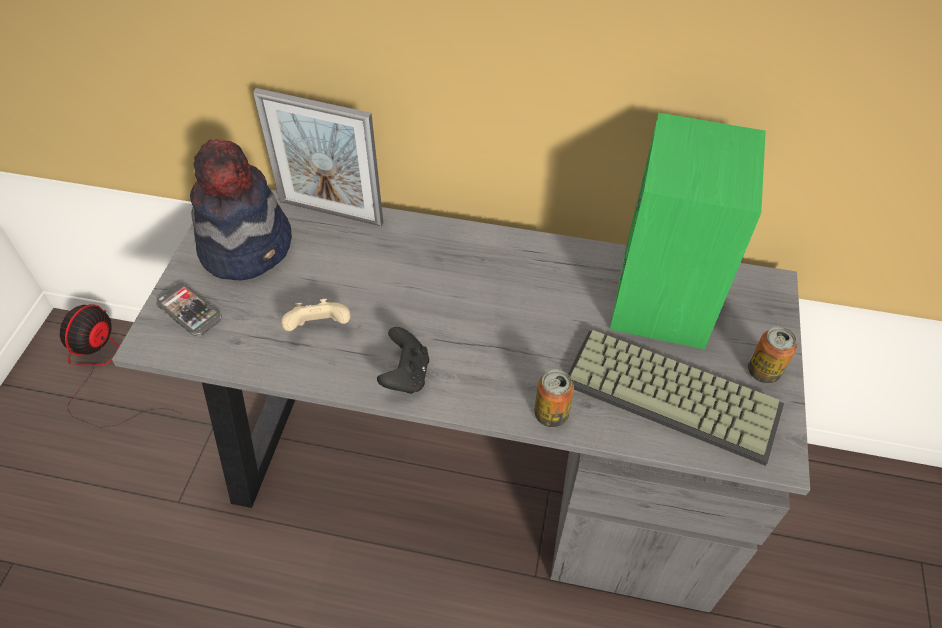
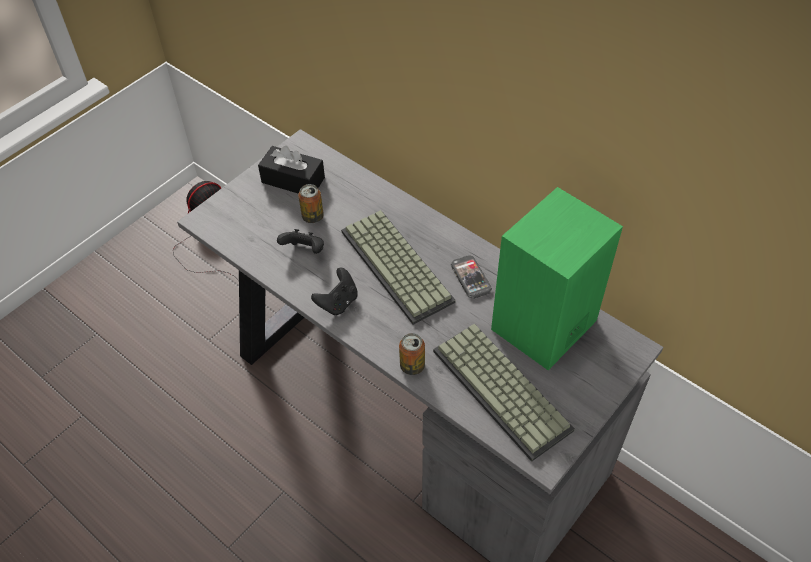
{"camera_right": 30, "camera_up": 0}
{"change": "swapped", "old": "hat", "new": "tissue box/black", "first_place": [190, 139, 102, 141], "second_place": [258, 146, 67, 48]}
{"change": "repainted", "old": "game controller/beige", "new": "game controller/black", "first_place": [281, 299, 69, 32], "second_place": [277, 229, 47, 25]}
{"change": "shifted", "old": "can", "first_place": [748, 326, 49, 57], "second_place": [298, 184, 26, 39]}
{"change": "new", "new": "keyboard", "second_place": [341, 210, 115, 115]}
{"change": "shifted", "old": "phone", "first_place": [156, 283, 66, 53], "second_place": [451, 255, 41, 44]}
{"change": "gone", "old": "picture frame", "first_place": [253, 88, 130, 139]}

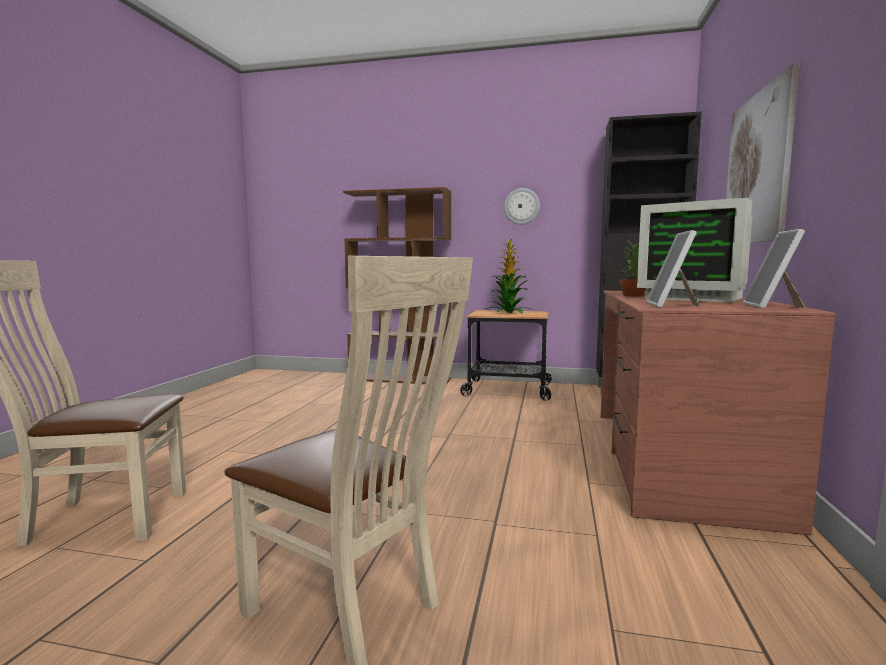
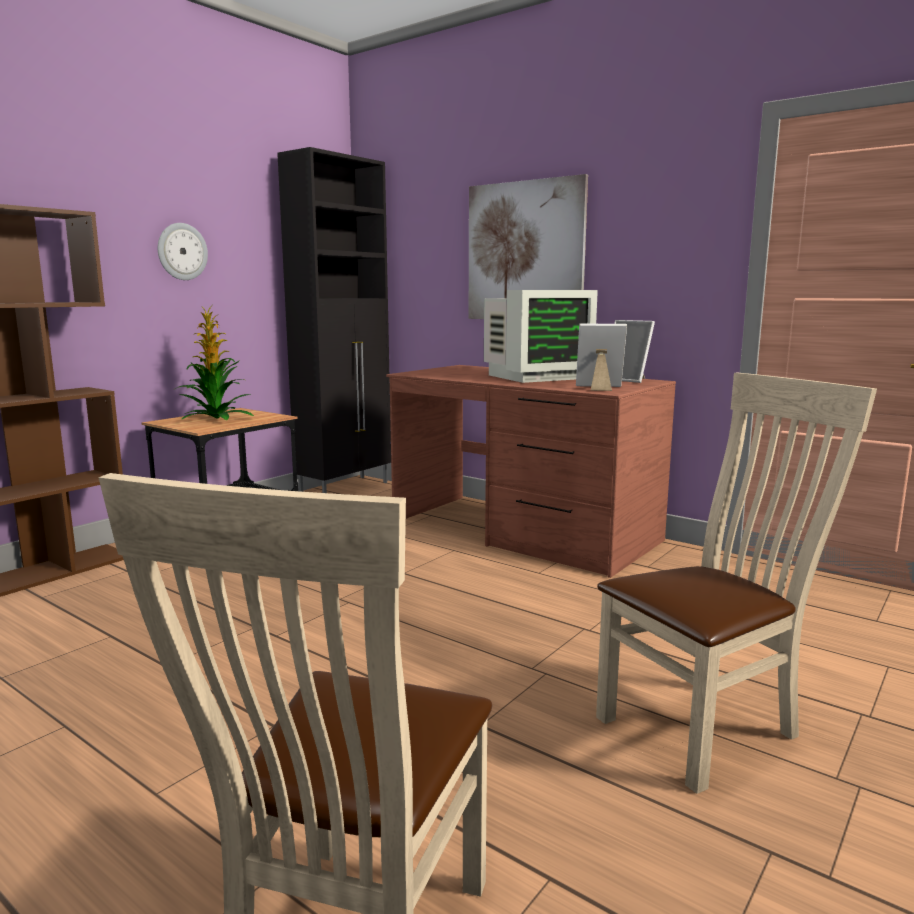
{"camera_right": -65, "camera_up": 5}
{"change": "rotated", "old": "picture frame", "first_place": [646, 230, 54, 78], "second_place": [576, 324, 51, 67], "degrees": 150}
{"change": "gone", "old": "potted plant", "first_place": [620, 240, 26, 57]}

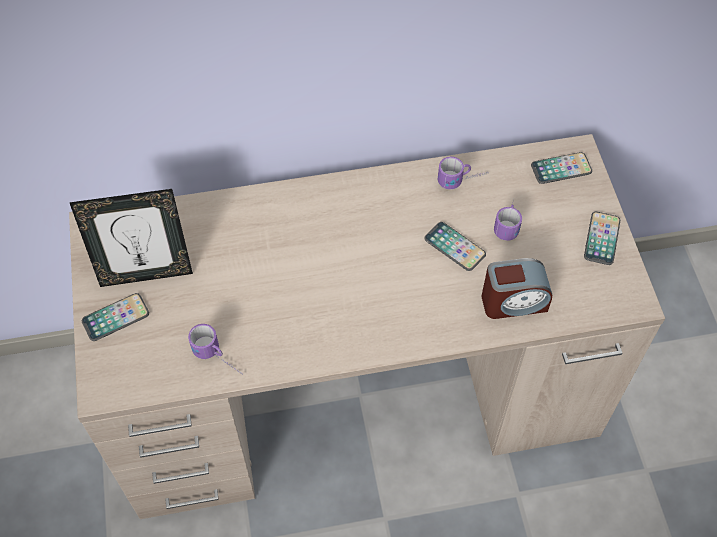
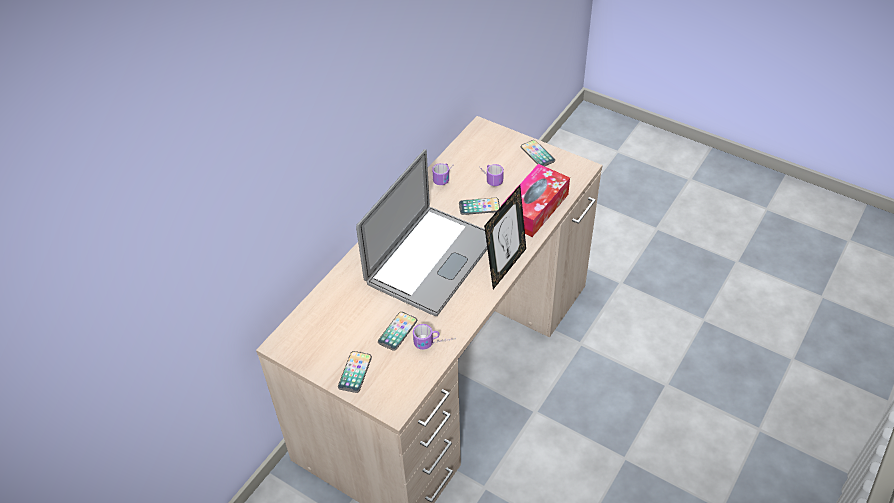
{"camera_right": -45, "camera_up": -10}
{"change": "new", "new": "laptop", "second_place": [356, 149, 131, 167]}
{"change": "shifted", "old": "phone", "first_place": [531, 152, 61, 32], "second_place": [378, 312, 39, 39]}
{"change": "shifted", "old": "picture frame", "first_place": [69, 189, 124, 98], "second_place": [484, 185, 42, 104]}
{"change": "swapped", "old": "alarm clock", "new": "tissue box", "first_place": [482, 258, 70, 61], "second_place": [501, 164, 69, 73]}

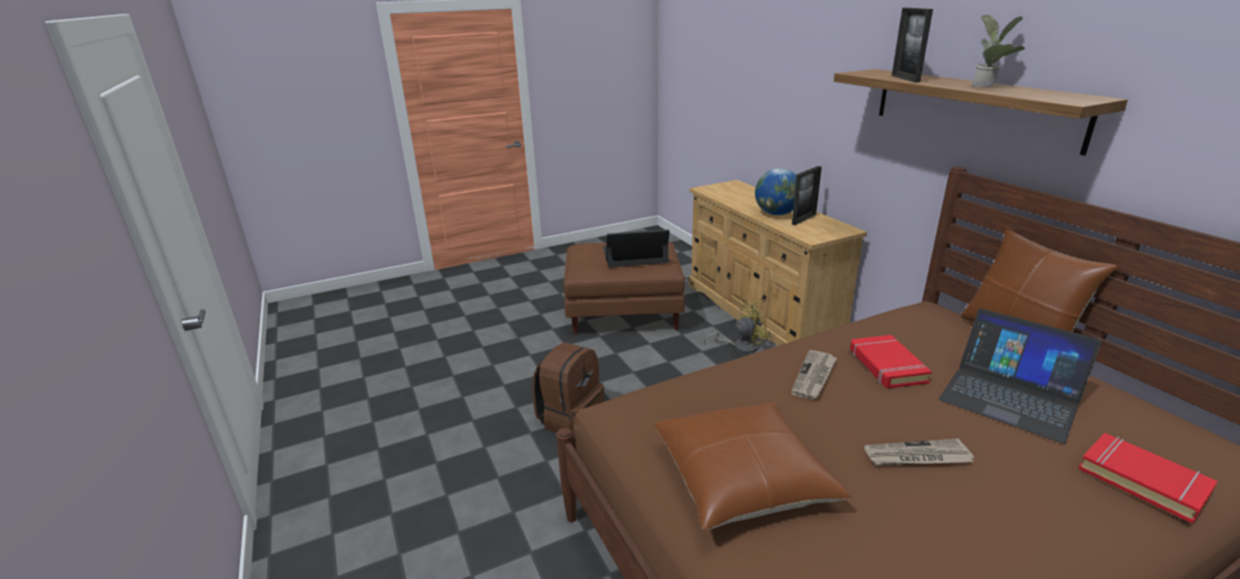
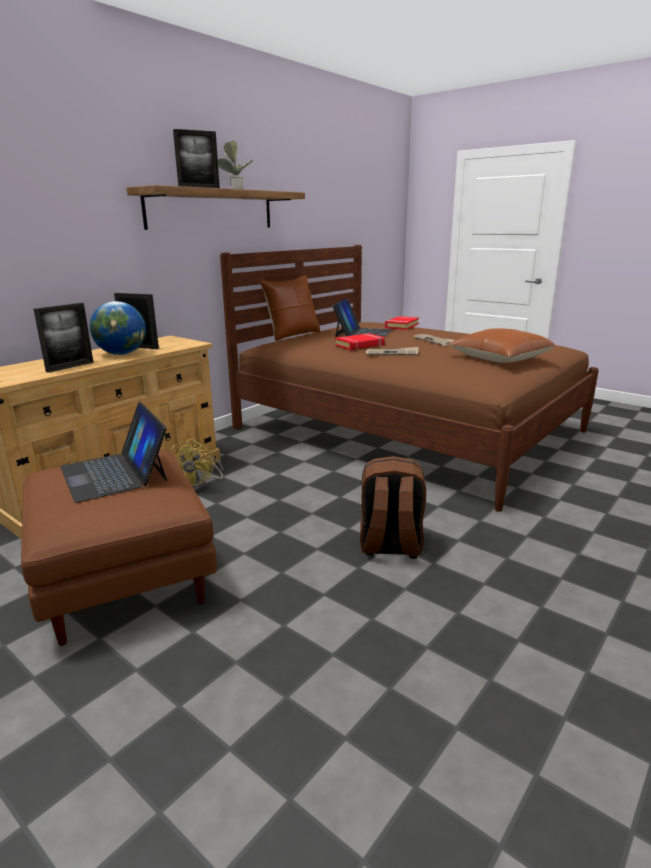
{"camera_right": -115, "camera_up": -5}
{"change": "new", "new": "picture frame", "second_place": [34, 303, 60, 70]}
{"change": "rotated", "old": "fan/yellow", "first_place": [704, 302, 66, 52], "second_place": [170, 439, 53, 54], "degrees": -135}

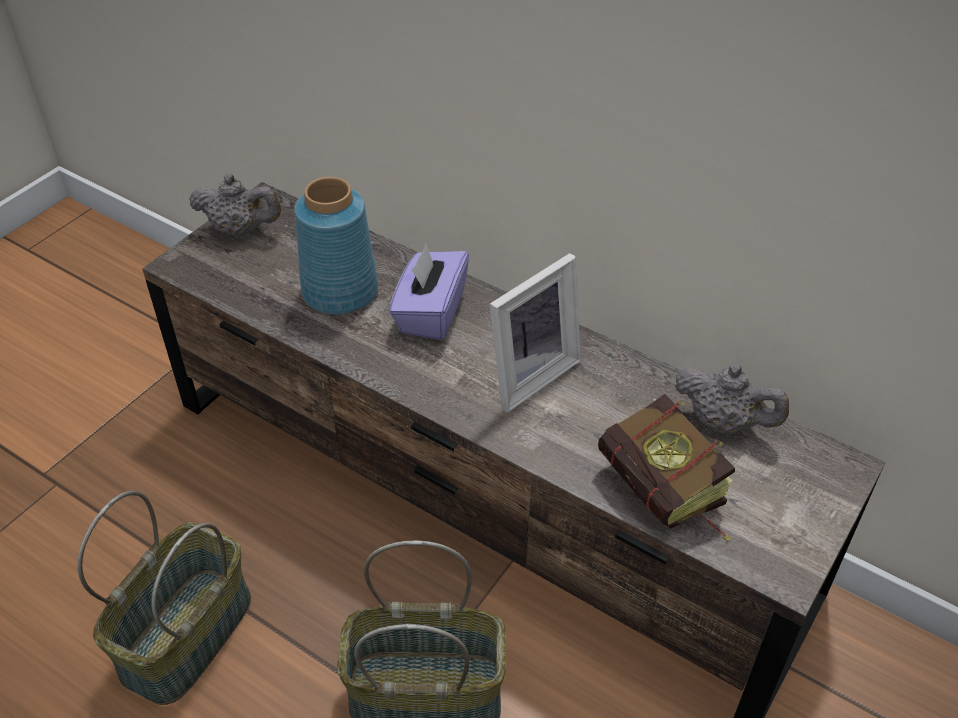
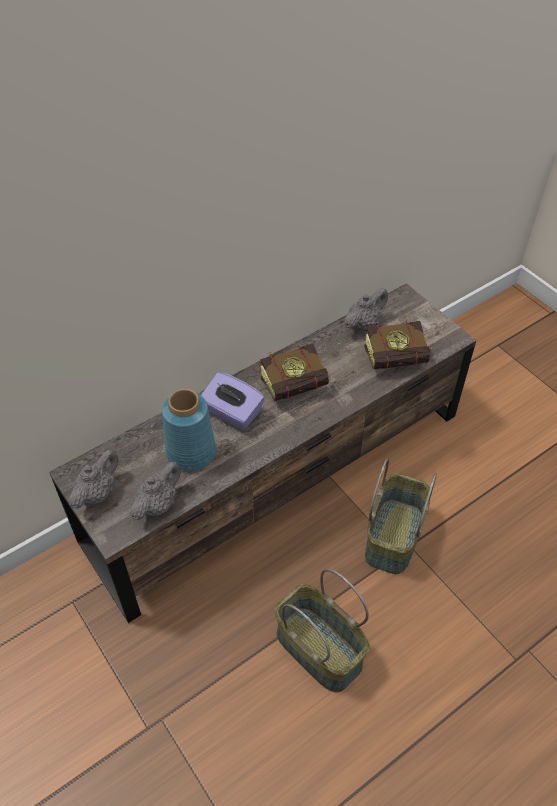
{"camera_right": -70, "camera_up": 5}
{"change": "new", "new": "teapot/grey", "second_place": [130, 462, 51, 58]}
{"change": "swapped", "old": "picture frame", "new": "book", "first_place": [490, 253, 91, 159], "second_place": [260, 343, 69, 58]}

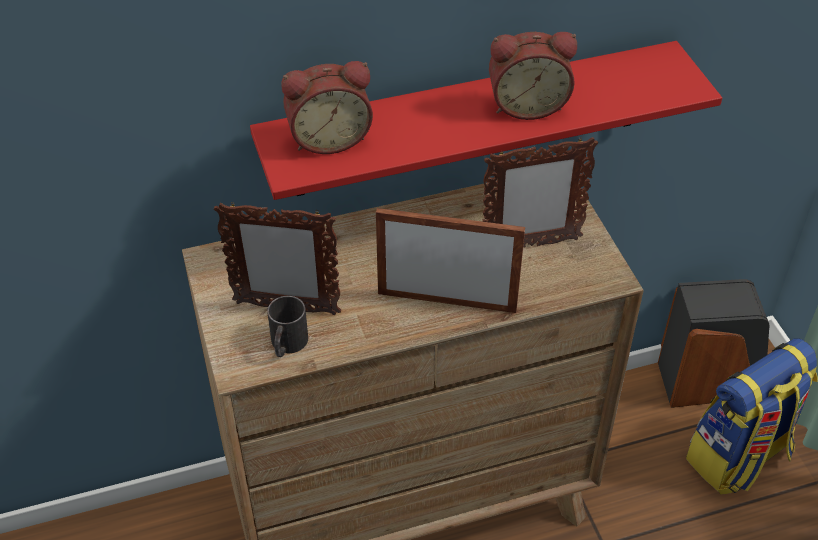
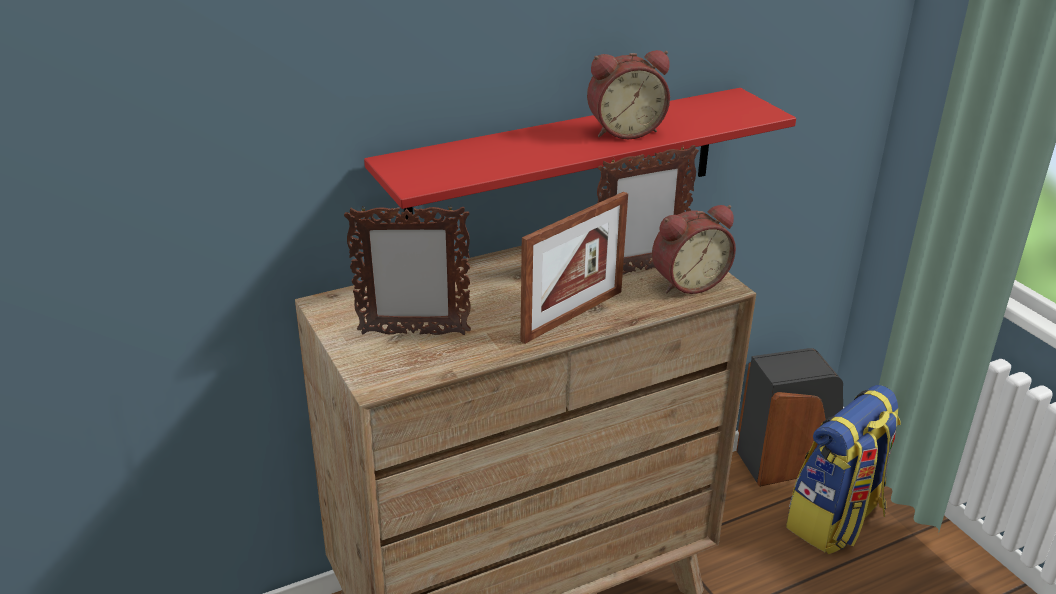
{"camera_right": -10, "camera_up": -15}
{"change": "rotated", "old": "picture frame", "first_place": [376, 208, 149, 105], "second_place": [520, 192, 108, 152], "degrees": 135}
{"change": "shifted", "old": "alarm clock", "first_place": [281, 61, 92, 93], "second_place": [652, 205, 84, 89]}
{"change": "gone", "old": "mug/black", "first_place": [267, 296, 41, 61]}

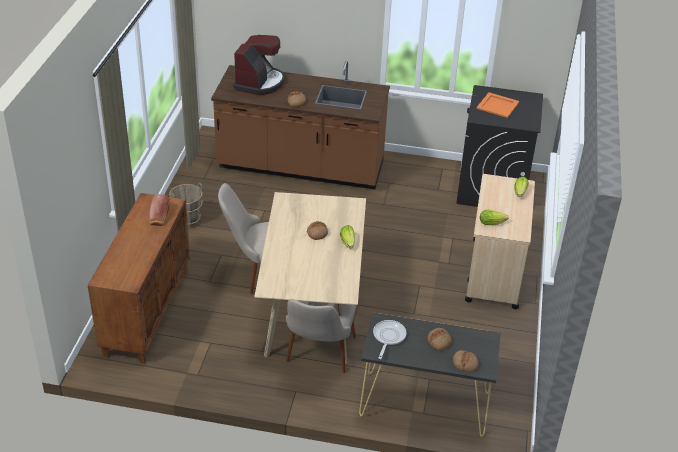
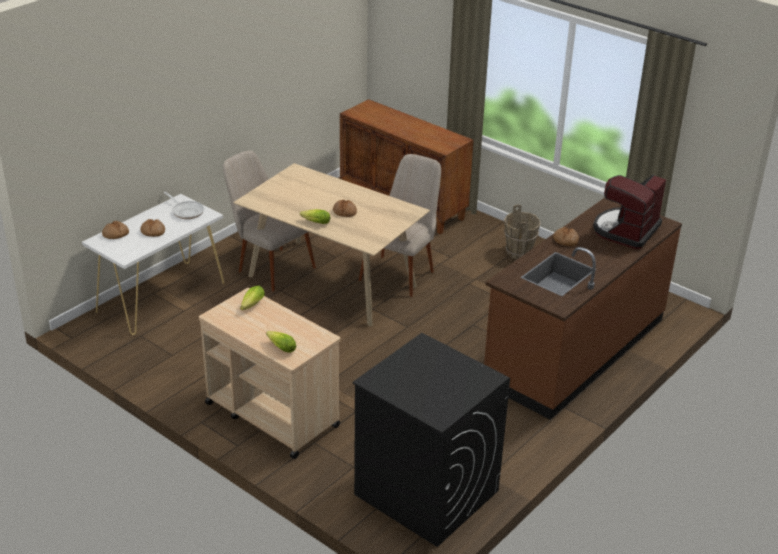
{"camera_right": 120, "camera_up": -5}
{"change": "repainted", "old": "console table/black", "new": "console table/white", "first_place": [359, 313, 142, 124], "second_place": [82, 194, 142, 141]}
{"change": "rotated", "old": "coffee machine", "first_place": [233, 35, 52, 60], "second_place": [593, 175, 73, 74], "degrees": 75}
{"change": "gone", "old": "bread", "first_place": [149, 194, 21, 32]}
{"change": "gone", "old": "tray/orange", "first_place": [476, 92, 43, 26]}

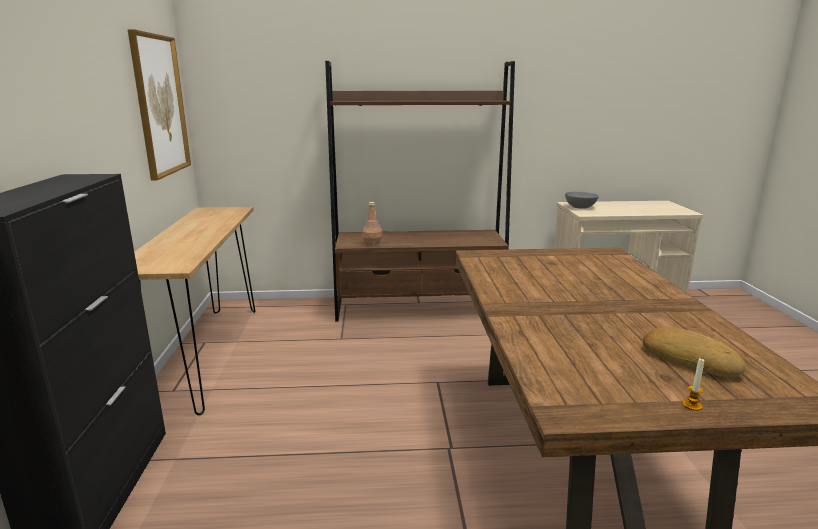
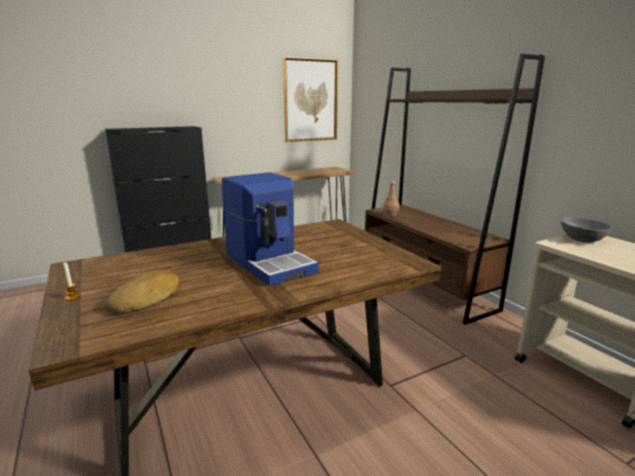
{"camera_right": 65, "camera_up": 0}
{"change": "new", "new": "coffee machine", "second_place": [222, 172, 97, 114]}

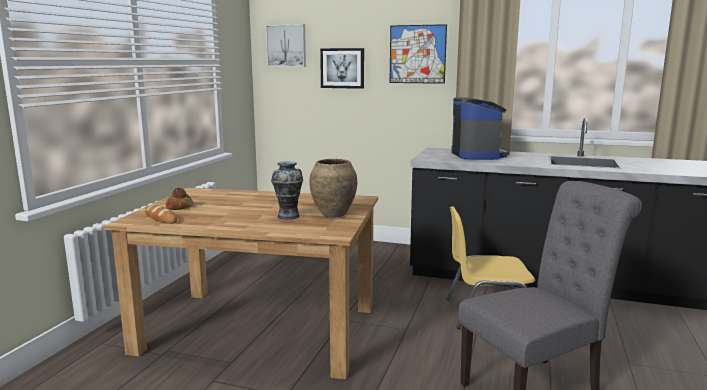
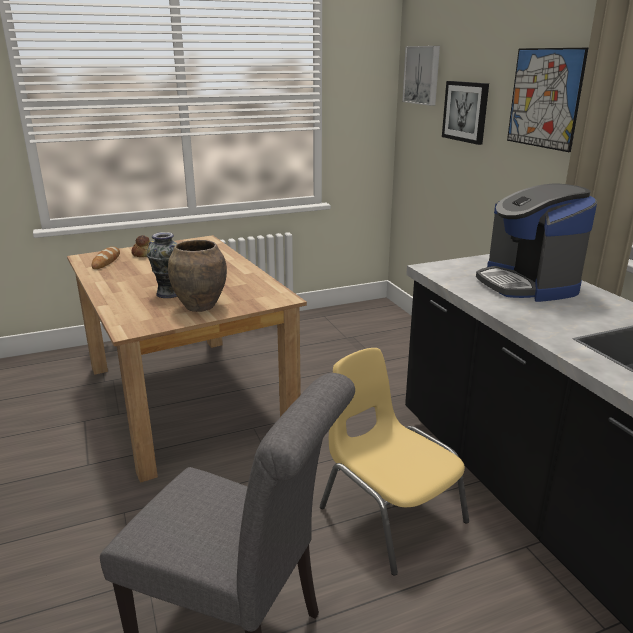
{"camera_right": 50, "camera_up": 10}
{"change": "rotated", "old": "coffee machine", "first_place": [451, 97, 59, 63], "second_place": [476, 184, 121, 118], "degrees": 120}

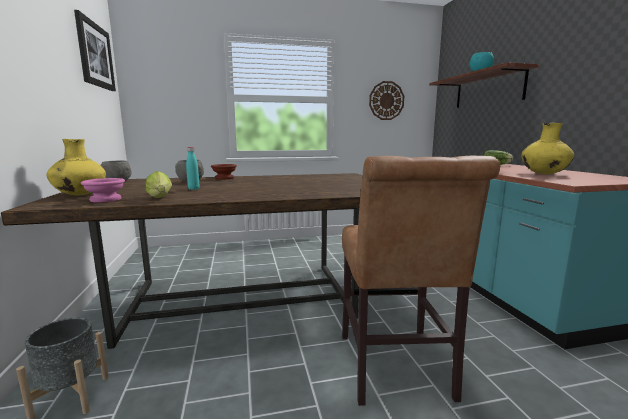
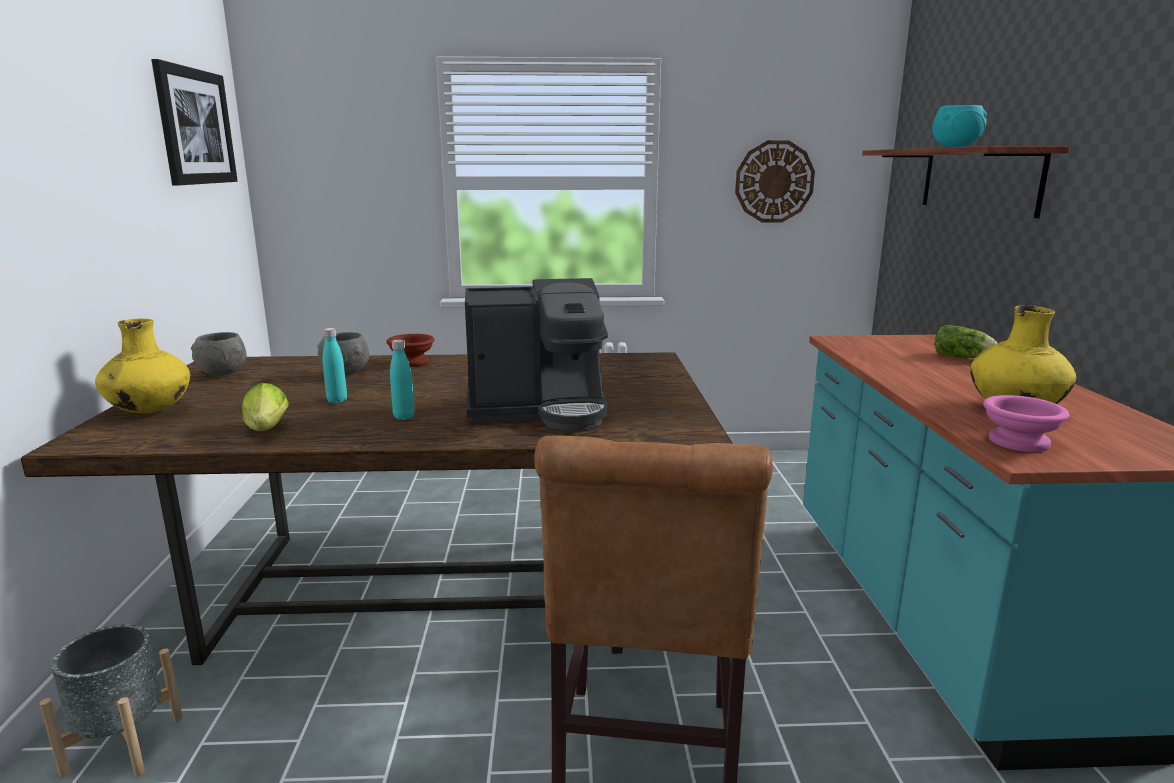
{"camera_right": 10, "camera_up": 5}
{"change": "new", "new": "bottle/turquoise", "second_place": [390, 340, 24, 80]}
{"change": "new", "new": "coffee machine", "second_place": [465, 278, 143, 153]}
{"change": "shifted", "old": "bowl/pink", "first_place": [81, 178, 44, 24], "second_place": [983, 395, 86, 57]}

